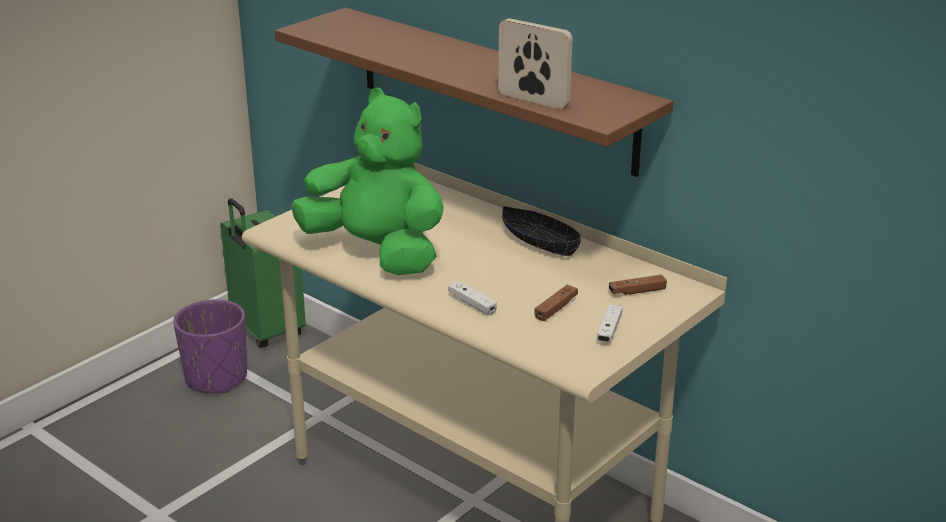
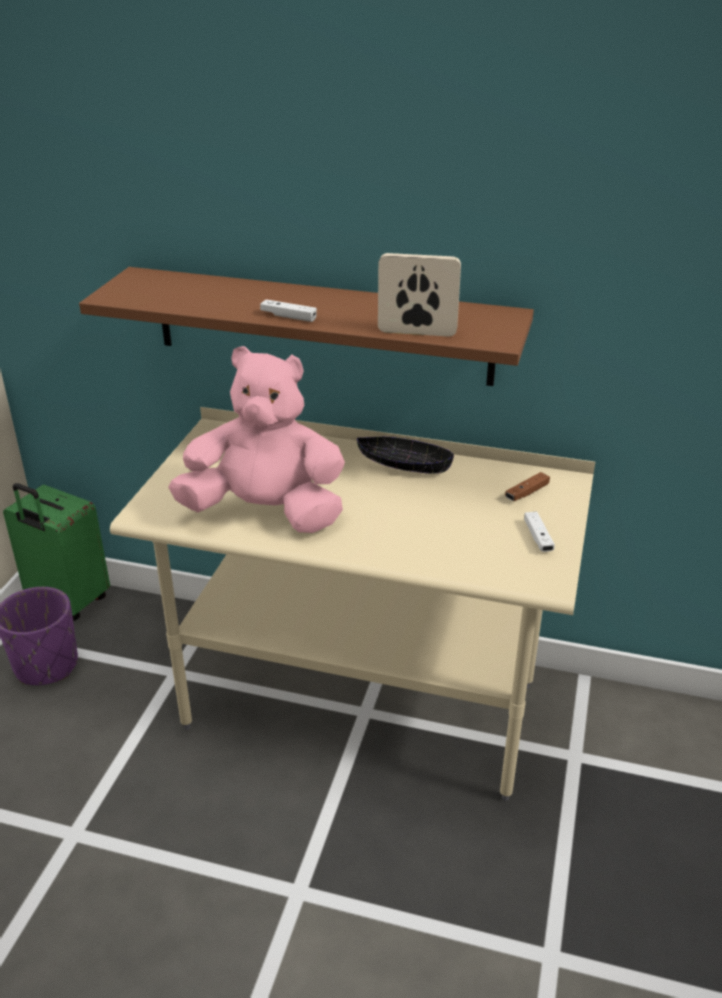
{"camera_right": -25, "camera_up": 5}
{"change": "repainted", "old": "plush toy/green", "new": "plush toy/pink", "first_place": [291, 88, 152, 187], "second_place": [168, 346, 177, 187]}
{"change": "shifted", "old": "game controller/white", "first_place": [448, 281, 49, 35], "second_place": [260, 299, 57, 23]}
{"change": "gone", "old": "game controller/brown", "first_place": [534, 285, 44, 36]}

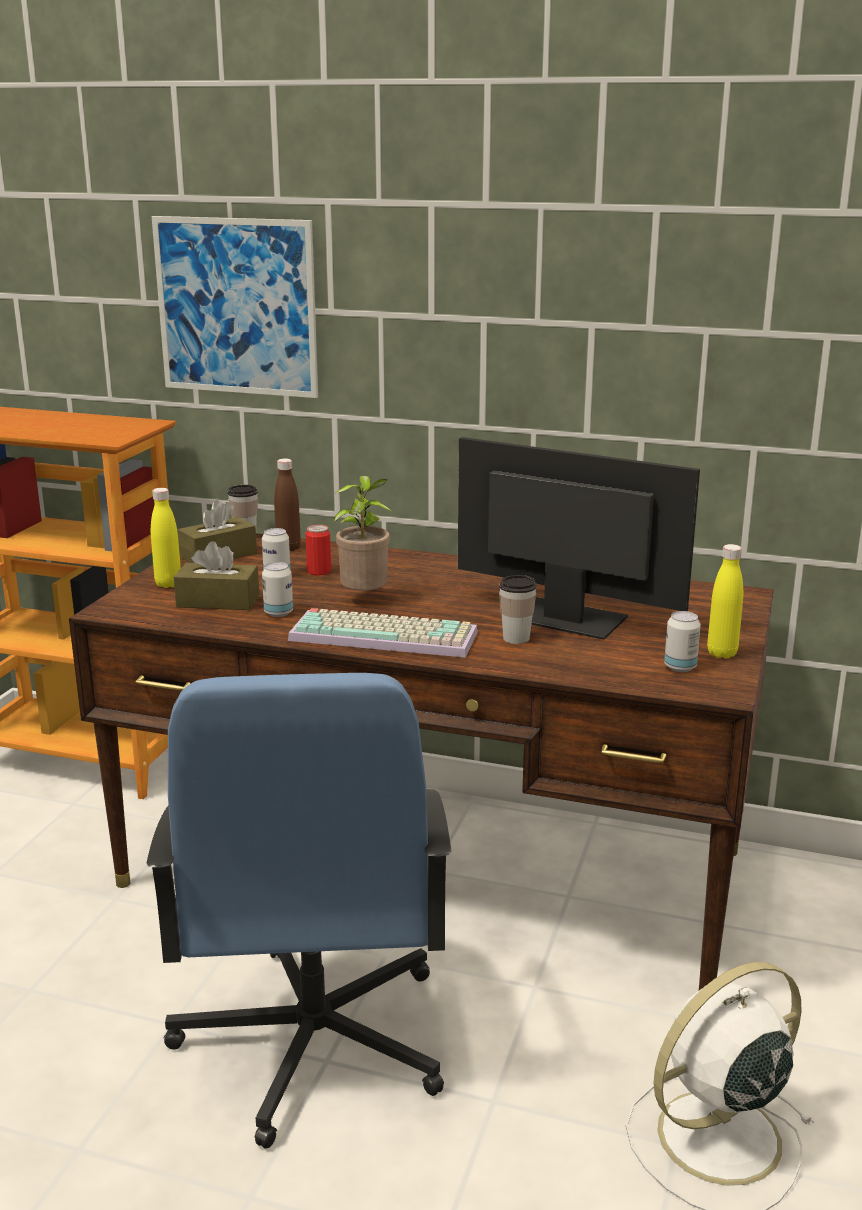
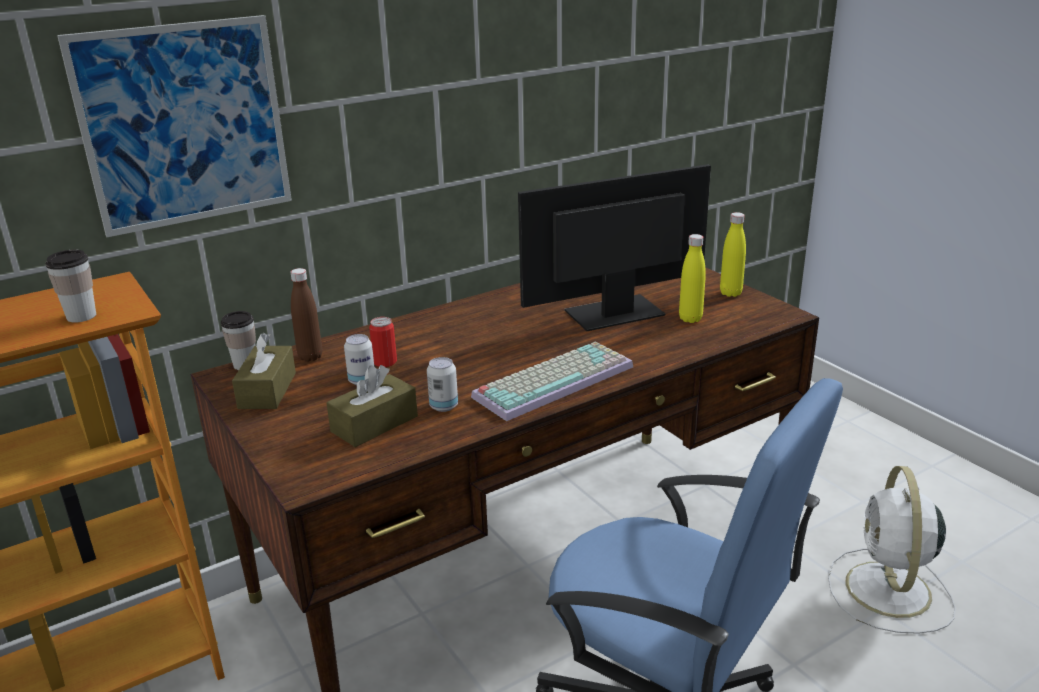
{"camera_right": -50, "camera_up": 5}
{"change": "shifted", "old": "cup", "first_place": [499, 575, 38, 69], "second_place": [45, 250, 51, 73]}
{"change": "shifted", "old": "bottle/yellow", "first_place": [151, 488, 30, 100], "second_place": [679, 234, 27, 89]}
{"change": "gone", "old": "potted plant", "first_place": [334, 475, 57, 116]}
{"change": "gone", "old": "can", "first_place": [664, 611, 37, 61]}

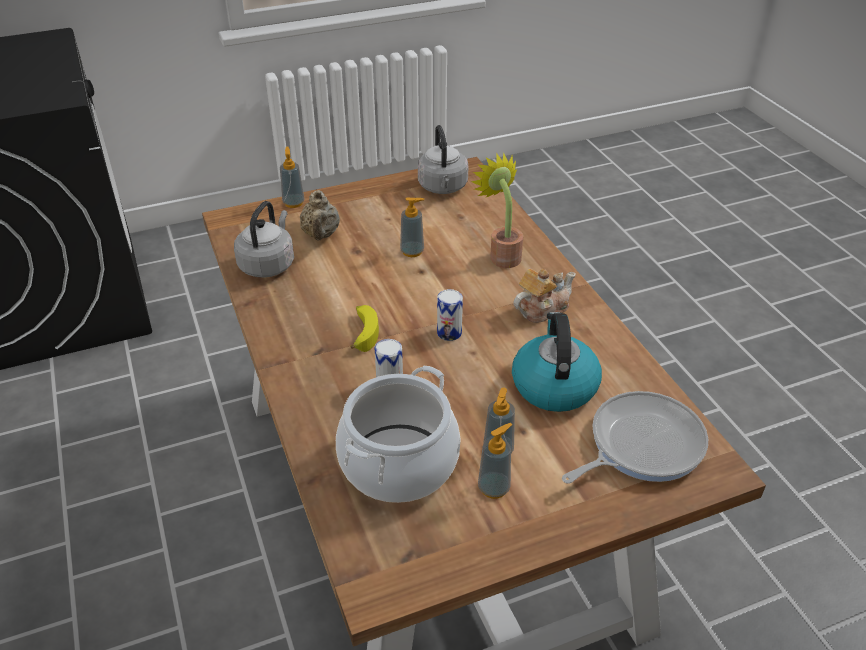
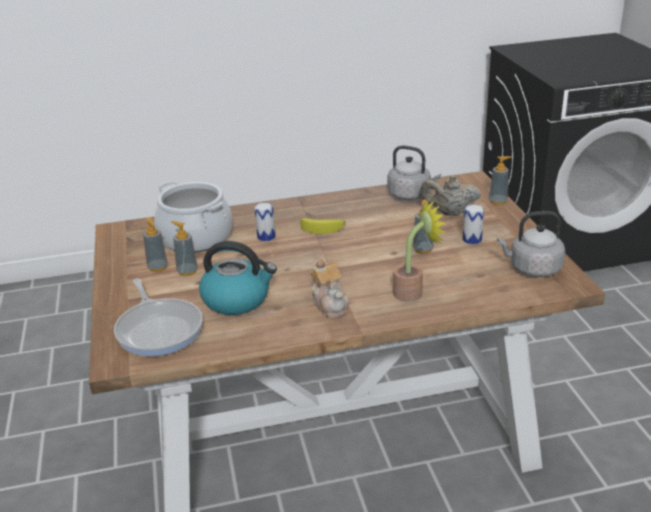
{"camera_right": 100, "camera_up": -10}
{"change": "shifted", "old": "can", "first_place": [437, 289, 26, 52], "second_place": [463, 204, 21, 40]}

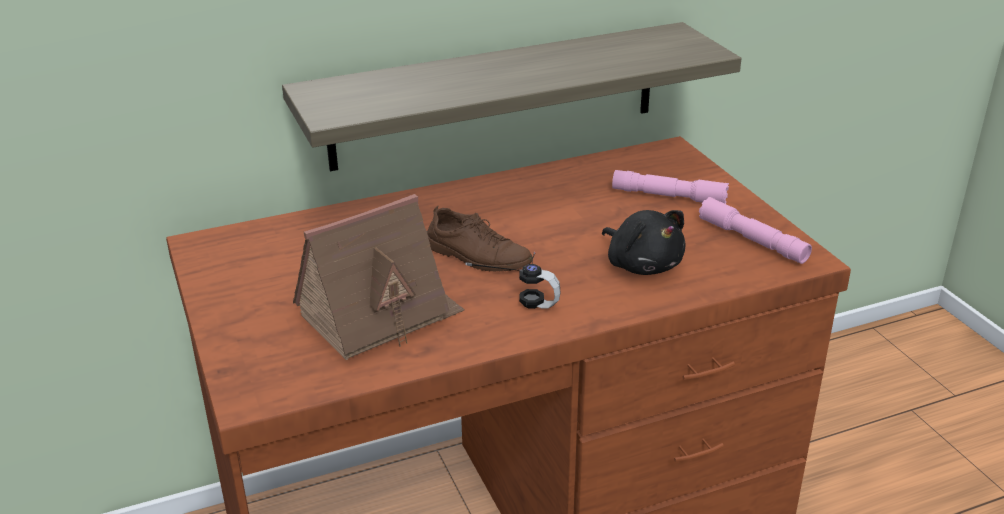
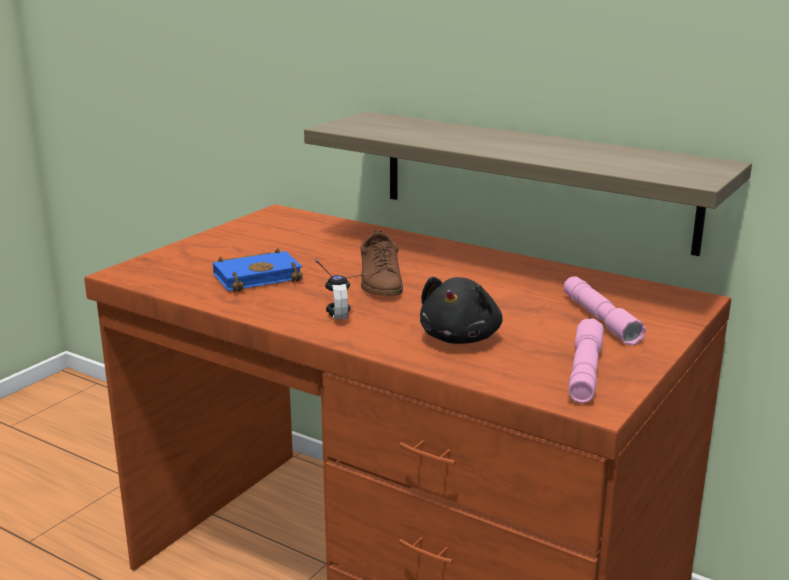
{"camera_right": 55, "camera_up": -10}
{"change": "swapped", "old": "toy house", "new": "book/blue", "first_place": [293, 194, 172, 166], "second_place": [213, 248, 90, 44]}

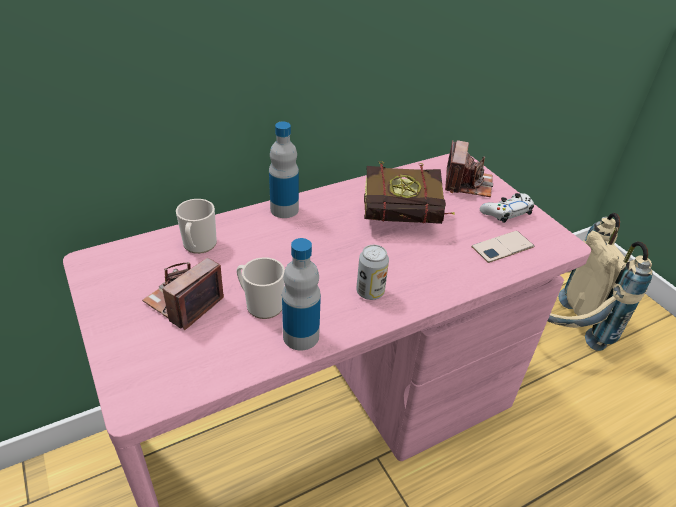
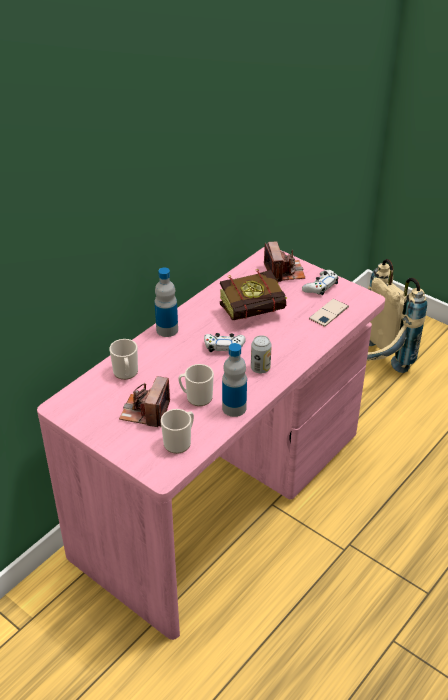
{"camera_right": -20, "camera_up": 0}
{"change": "new", "new": "mug", "second_place": [161, 409, 33, 45]}
{"change": "new", "new": "game controller/white", "second_place": [204, 333, 42, 19]}

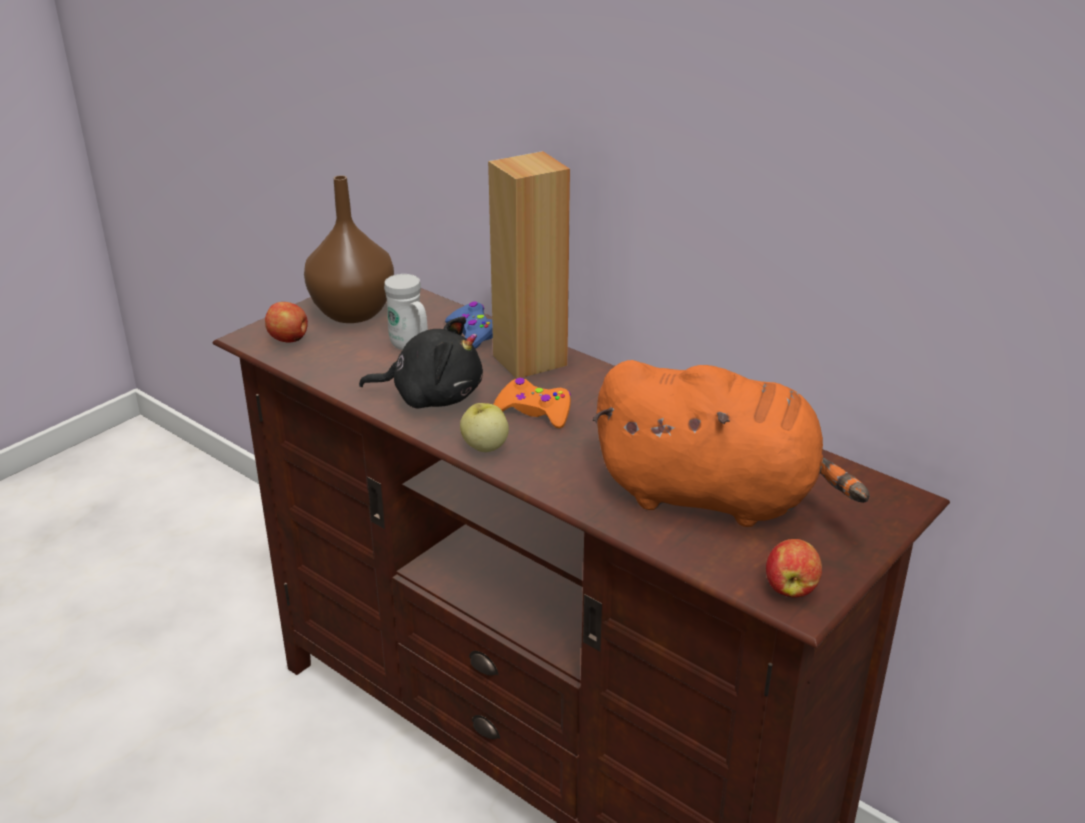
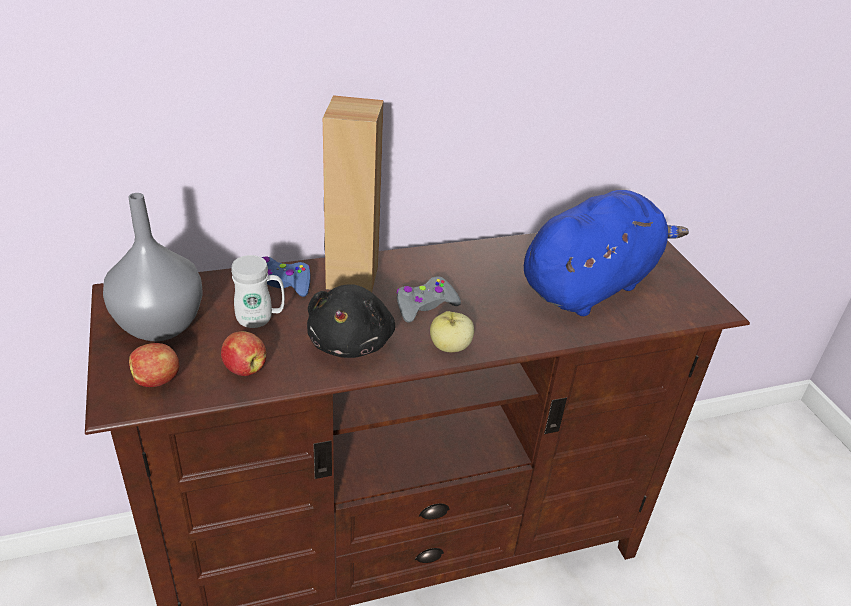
{"camera_right": -60, "camera_up": 5}
{"change": "repainted", "old": "vase/brown", "new": "vase/grey", "first_place": [304, 175, 90, 148], "second_place": [103, 193, 100, 148]}
{"change": "shifted", "old": "apple", "first_place": [766, 539, 56, 58], "second_place": [221, 331, 45, 45]}
{"change": "rotated", "old": "plush toy/black", "first_place": [359, 316, 124, 93], "second_place": [307, 284, 88, 74], "degrees": 150}
{"change": "repainted", "old": "game controller/orange", "new": "game controller/grey", "first_place": [493, 378, 78, 50], "second_place": [396, 276, 65, 47]}
{"change": "repainted", "old": "plush toy/orange", "new": "plush toy/blue", "first_place": [593, 360, 277, 167], "second_place": [524, 190, 165, 126]}

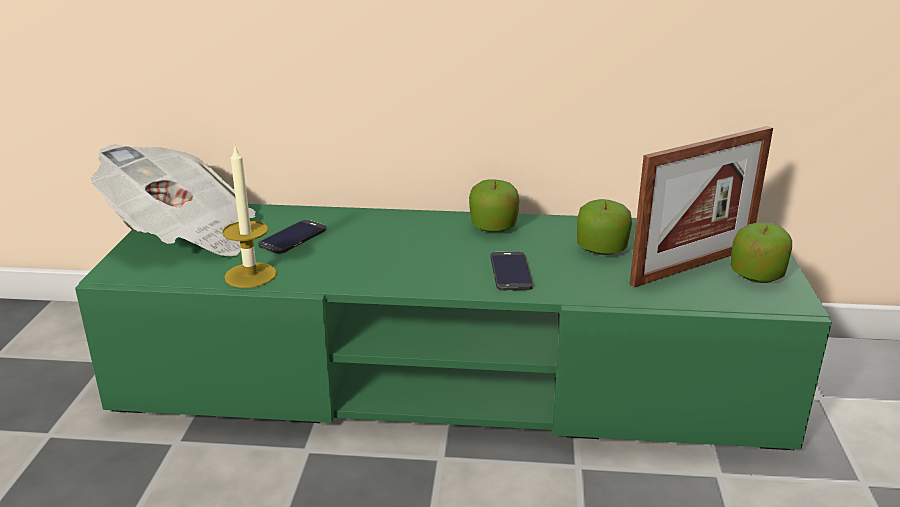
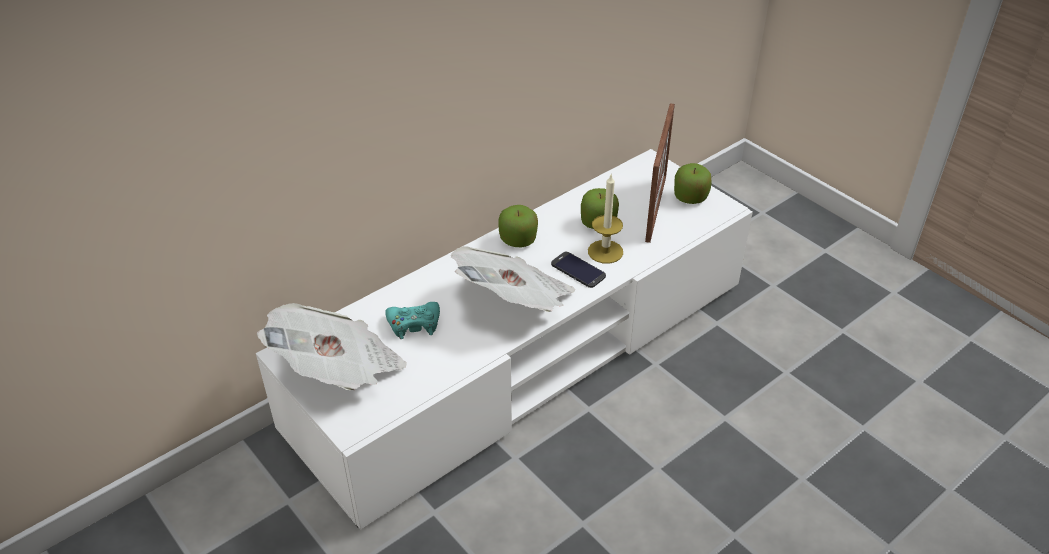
{"camera_right": -45, "camera_up": 15}
{"change": "repainted", "old": "tv stand/green", "new": "tv stand/white", "first_place": [75, 204, 757, 246], "second_place": [256, 149, 497, 381]}
{"change": "swapped", "old": "phone", "new": "game controller/turquoise", "first_place": [258, 220, 69, 34], "second_place": [385, 302, 55, 37]}
{"change": "new", "new": "newspaper", "second_place": [451, 246, 124, 66]}
{"change": "shifted", "old": "candle", "first_place": [222, 146, 55, 142], "second_place": [588, 175, 35, 89]}

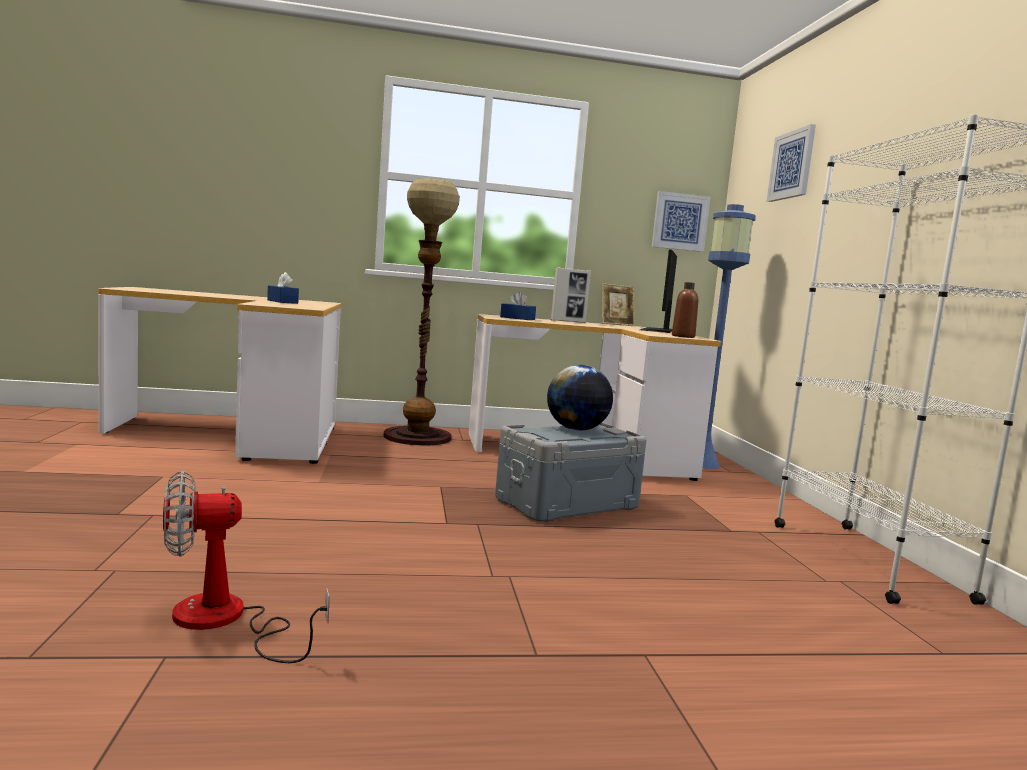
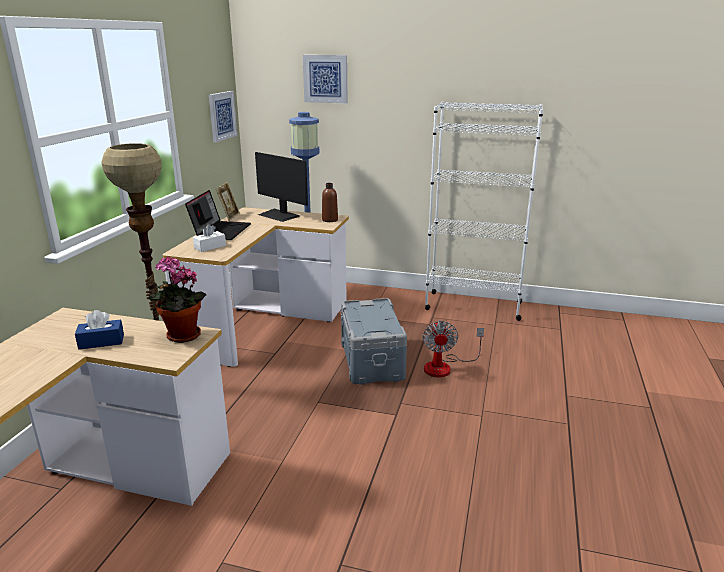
{"camera_right": -65, "camera_up": 15}
{"change": "new", "new": "potted plant", "second_place": [149, 256, 57, 87]}
{"change": "swapped", "old": "picture frame", "new": "laptop", "first_place": [551, 267, 40, 56], "second_place": [185, 190, 66, 50]}
{"change": "repainted", "old": "tissue box/blue", "new": "tissue box/white", "first_place": [500, 292, 36, 28], "second_place": [193, 224, 33, 28]}
{"change": "shifted", "old": "fan", "first_place": [163, 471, 167, 192], "second_place": [423, 320, 61, 57]}
{"change": "gone", "old": "globe", "first_place": [547, 365, 66, 66]}

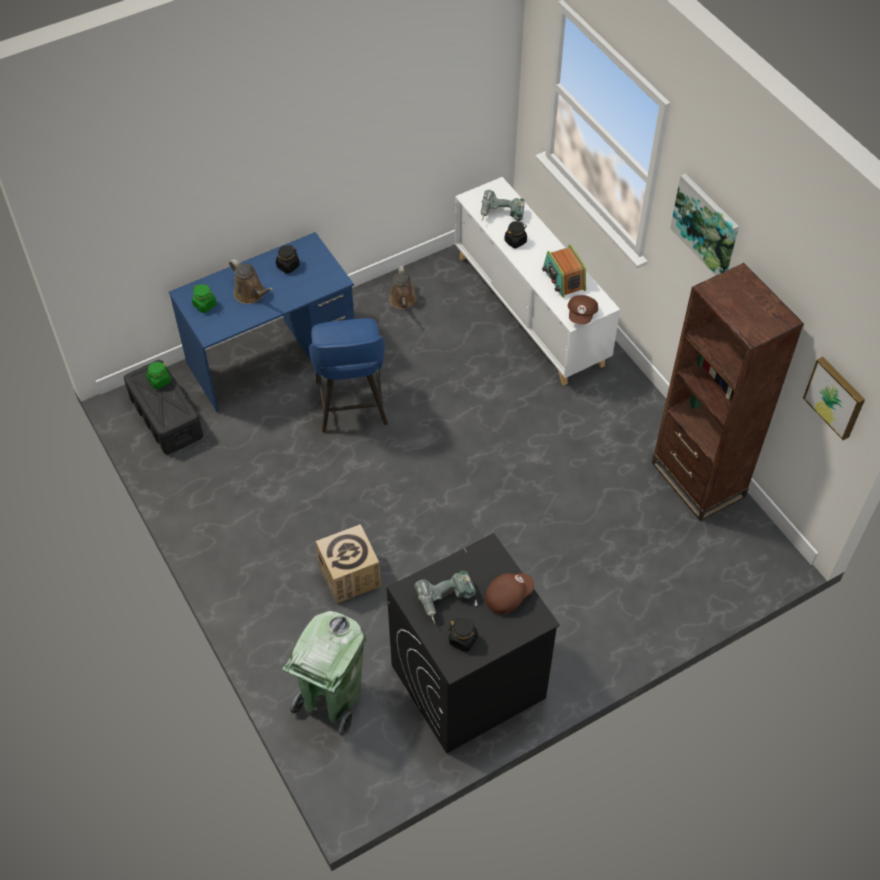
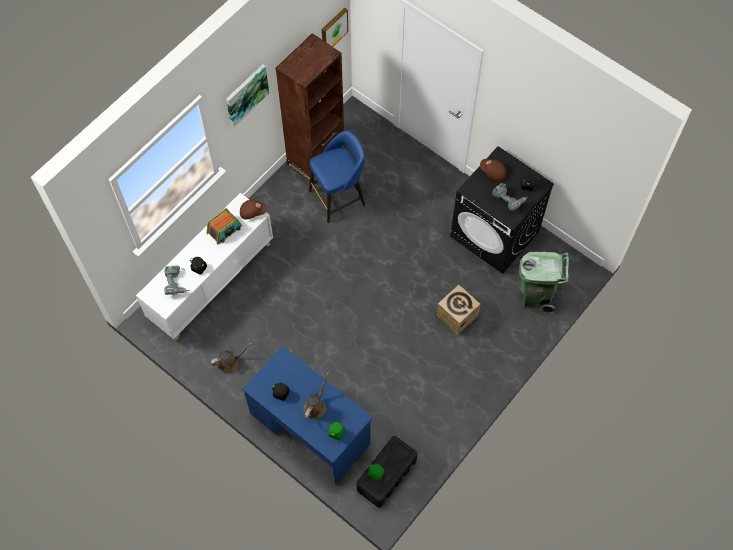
{"camera_right": -110, "camera_up": 10}
{"change": "shifted", "old": "stool/blue", "first_place": [309, 318, 79, 115], "second_place": [309, 130, 56, 93]}

